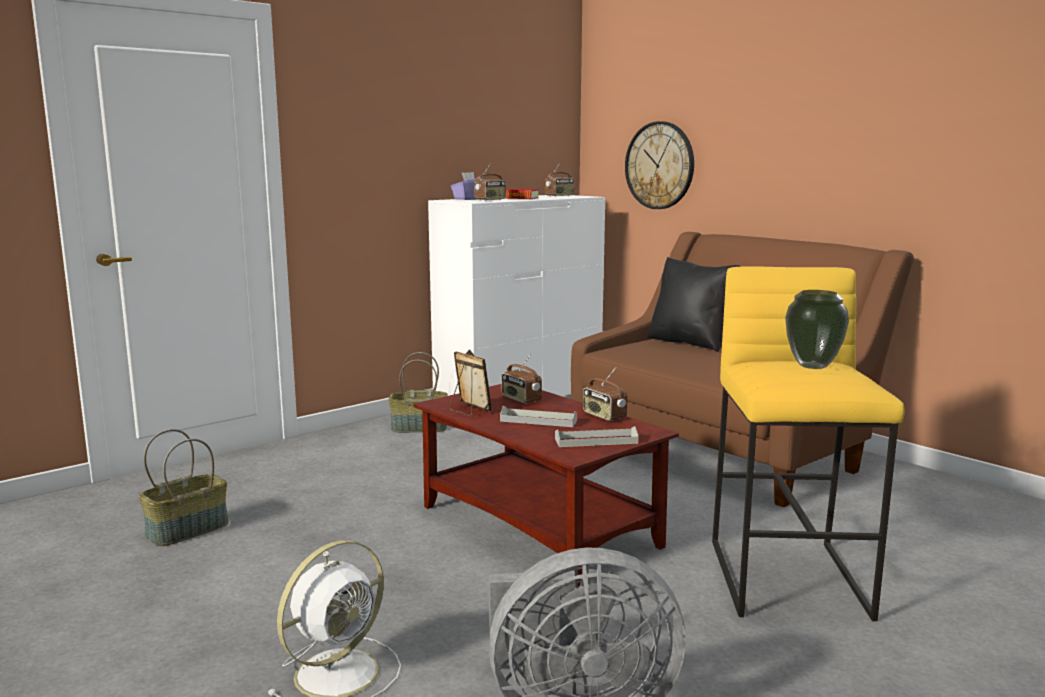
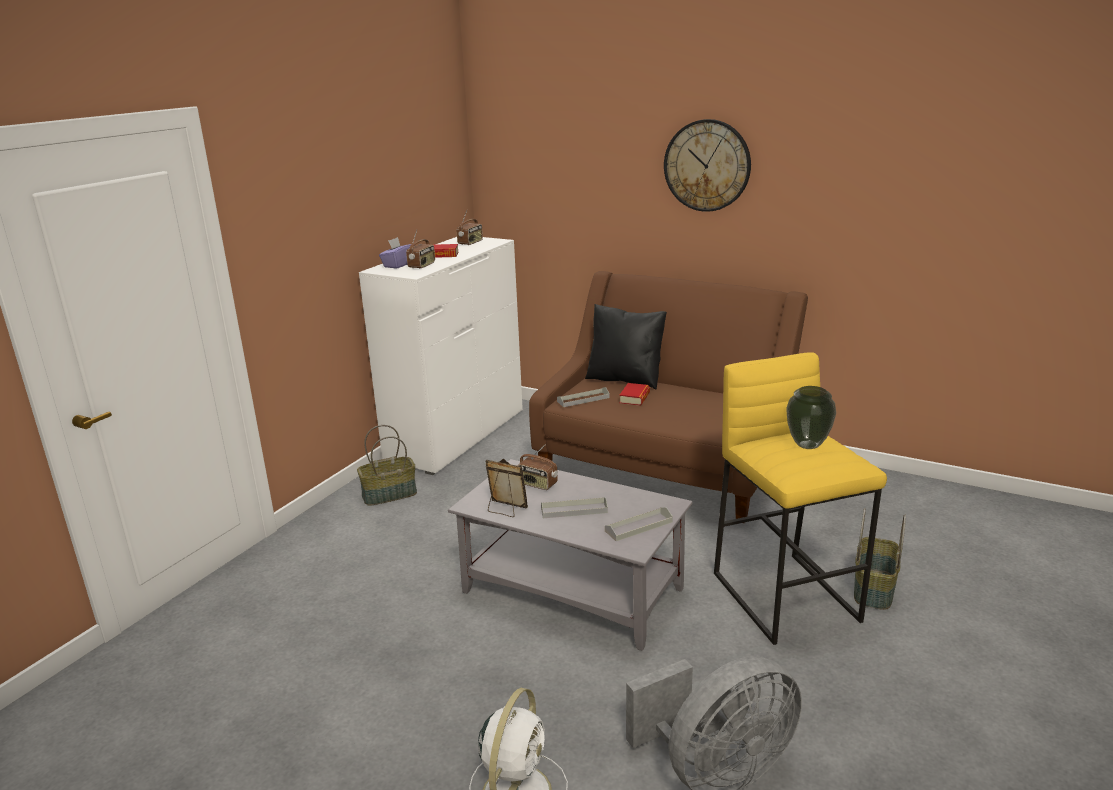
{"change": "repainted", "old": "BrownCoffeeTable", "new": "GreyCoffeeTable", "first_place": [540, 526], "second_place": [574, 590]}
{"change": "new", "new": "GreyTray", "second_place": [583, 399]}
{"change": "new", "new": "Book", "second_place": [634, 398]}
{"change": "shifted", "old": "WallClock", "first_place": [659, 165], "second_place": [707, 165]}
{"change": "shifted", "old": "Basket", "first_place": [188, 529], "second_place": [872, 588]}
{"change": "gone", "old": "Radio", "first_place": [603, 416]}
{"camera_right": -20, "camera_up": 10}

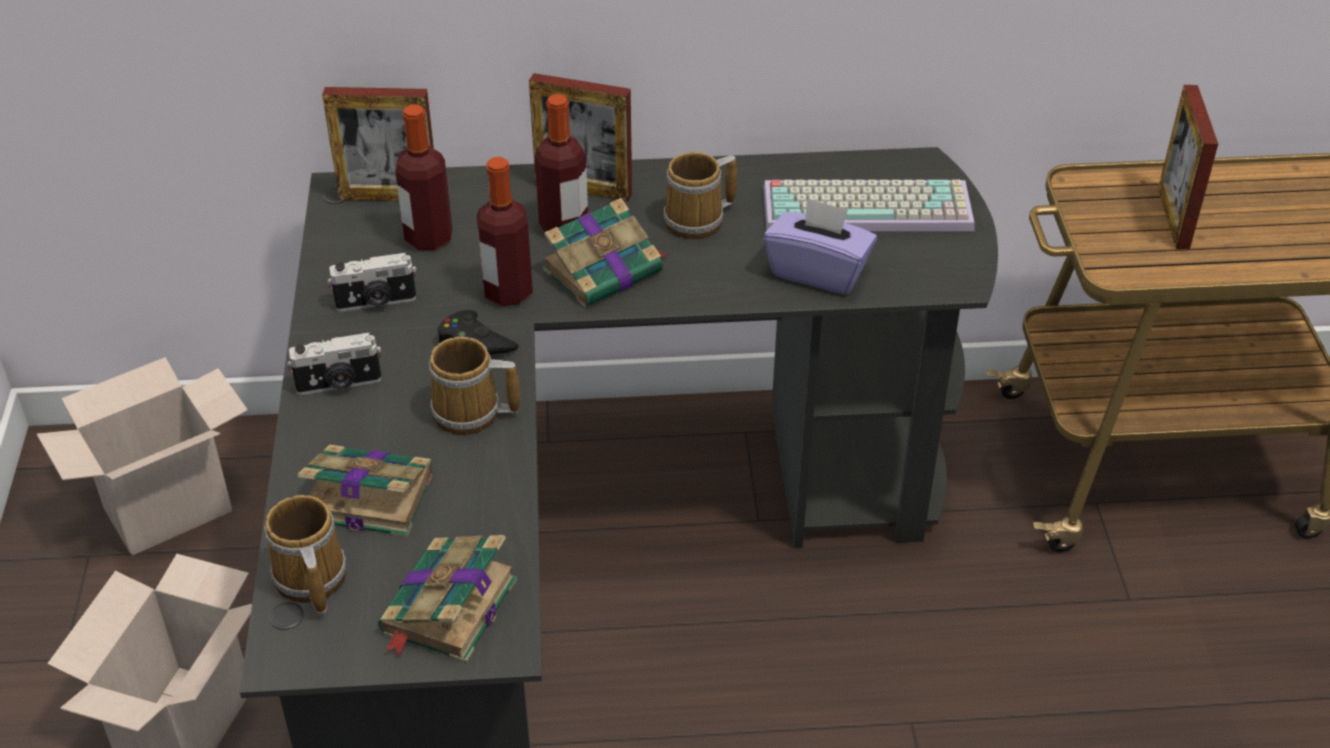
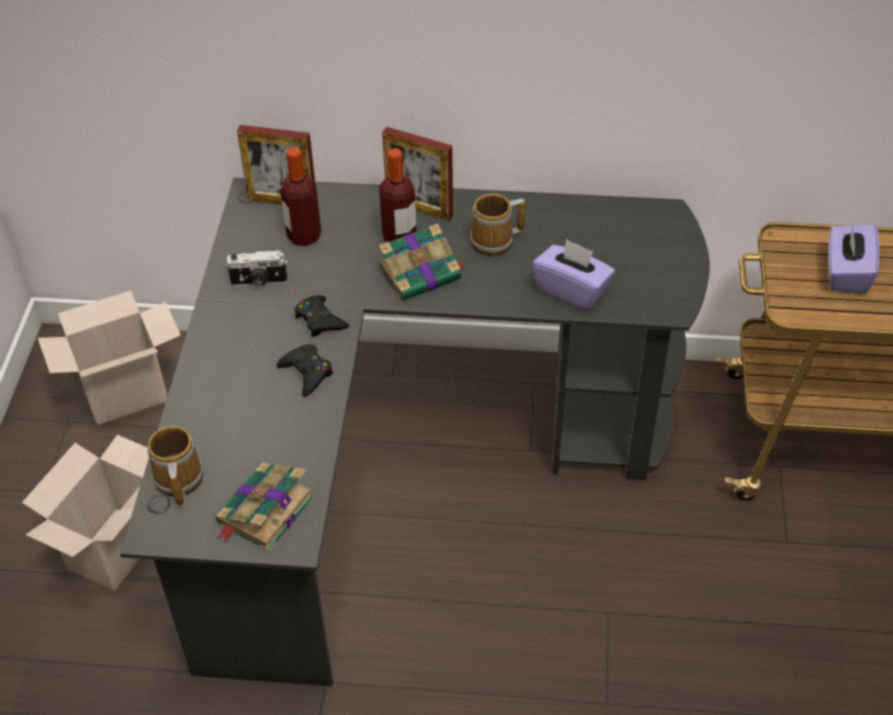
{"change": "swapped", "old": "Mug", "new": "BlackGameController", "first_place": [470, 414], "second_place": [307, 373]}
{"change": "swapped", "old": "PictureFrame", "new": "PurpleTissueBox", "first_place": [1173, 218], "second_place": [846, 273]}
{"change": "gone", "old": "PhotoCamera", "first_place": [339, 384]}
{"change": "gone", "old": "Book", "first_place": [366, 496]}
{"change": "gone", "old": "Bottle", "first_place": [508, 292]}
{"change": "gone", "old": "Keyboard", "first_place": [869, 206]}
{"camera_right": 10, "camera_up": 5}

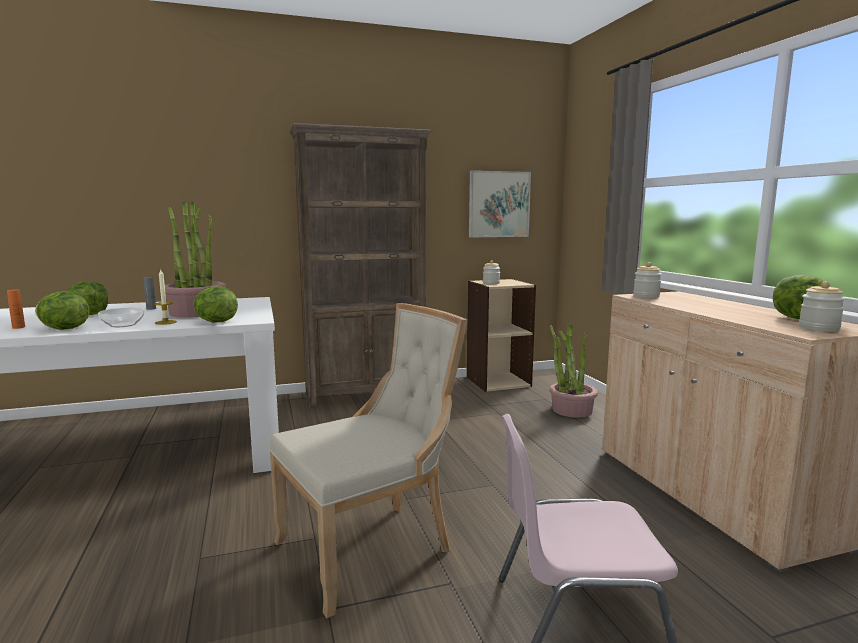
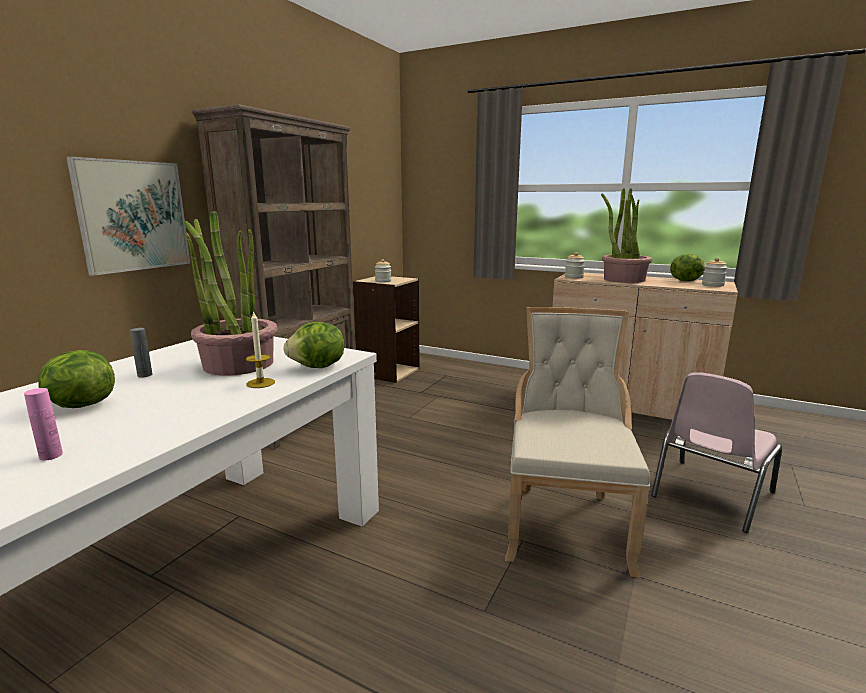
{"change": "repainted", "old": "OrangeBottle", "new": "PinkBottle", "first_place": [18, 327], "second_place": [51, 455]}
{"change": "shifted", "old": "Picture", "first_place": [499, 204], "second_place": [133, 216]}
{"change": "shifted", "old": "PottedPlant", "first_place": [571, 410], "second_place": [623, 279]}
{"change": "gone", "old": "Lettuce", "first_place": [63, 329]}
{"change": "gone", "old": "Bowl", "first_place": [123, 325]}
{"camera_right": -45, "camera_up": 5}

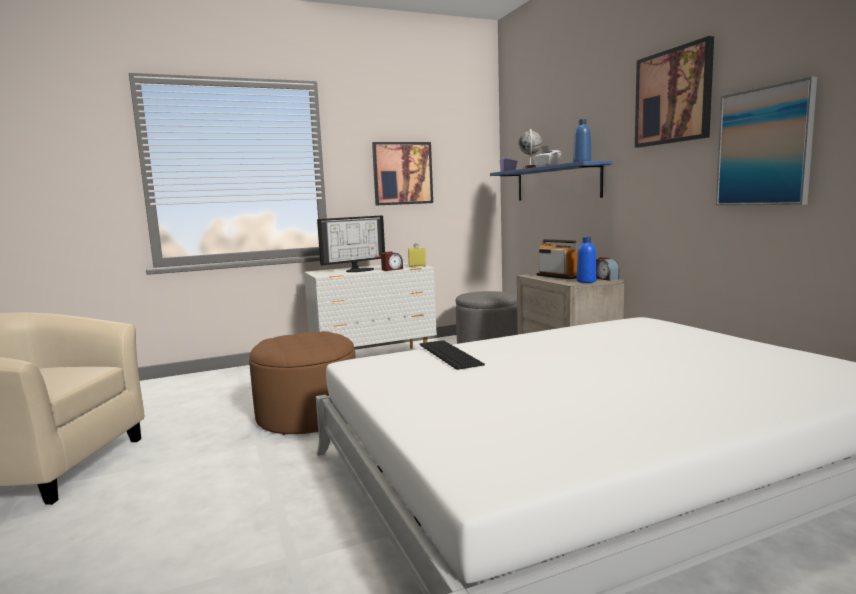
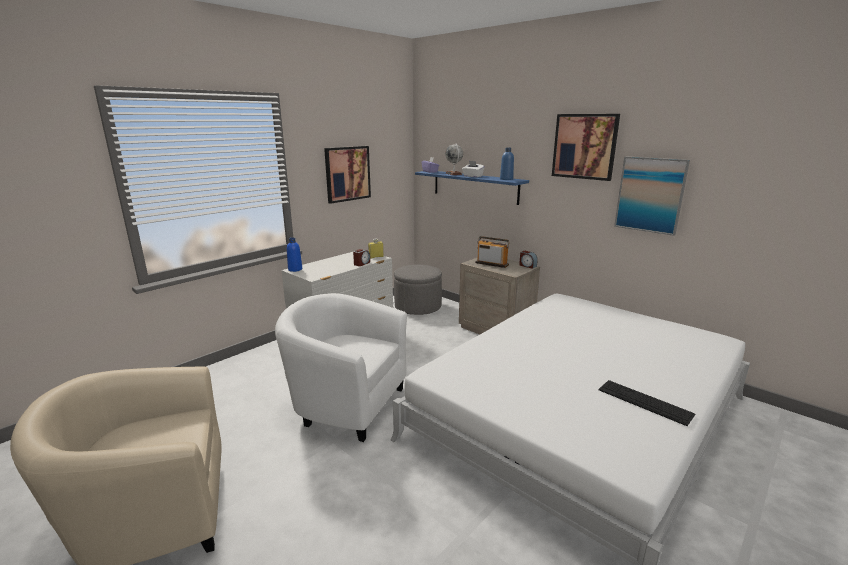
{"change": "swapped", "old": "BrownOttoman", "new": "WhiteArmchair", "first_place": [308, 415], "second_place": [346, 403]}
{"change": "shifted", "old": "BlueBottle", "first_place": [586, 281], "second_place": [295, 269]}
{"change": "shifted", "old": "Keyboard", "first_place": [449, 354], "second_place": [644, 402]}
{"change": "gone", "old": "Monitor", "first_place": [359, 270]}
{"camera_right": -25, "camera_up": 10}

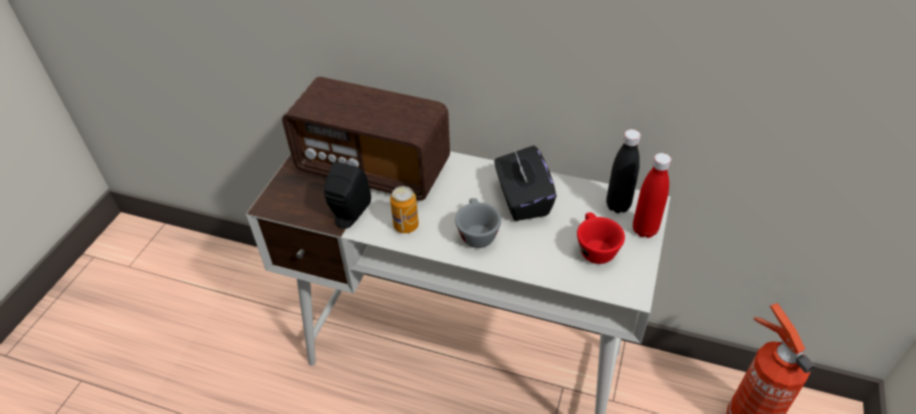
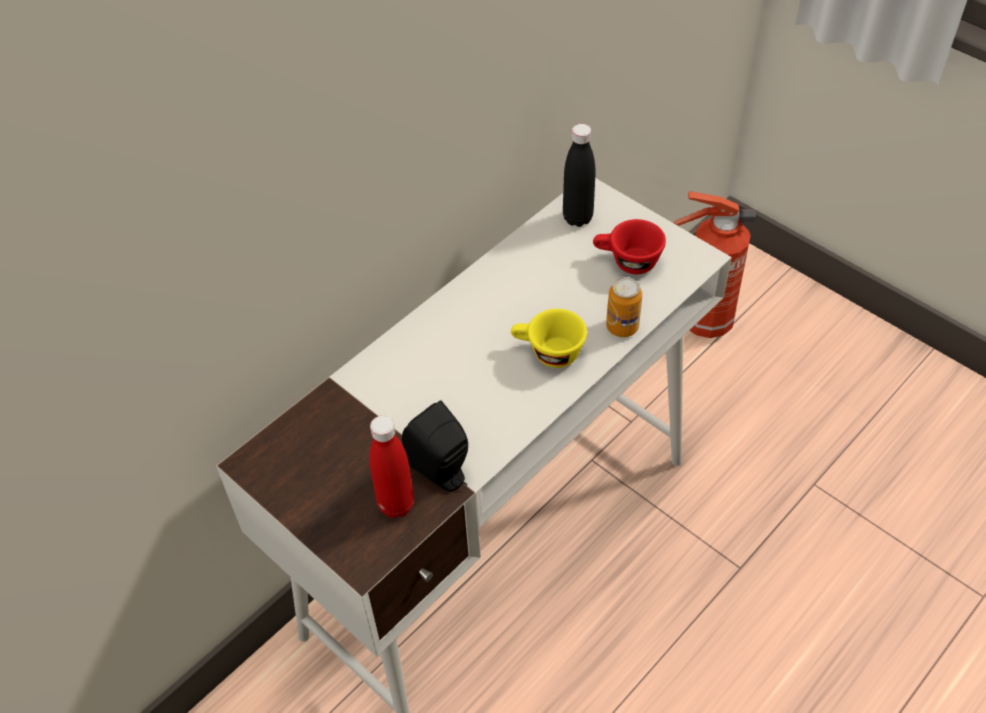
{"change": "shifted", "old": "RedBottle", "first_place": [644, 230], "second_place": [396, 504]}
{"change": "repainted", "old": "GreyCup", "new": "YellowCup", "first_place": [476, 233], "second_place": [547, 353]}
{"change": "shifted", "old": "Can", "first_place": [406, 225], "second_place": [622, 327]}
{"change": "gone", "old": "Radio", "first_place": [373, 168]}
{"change": "gone", "old": "BlackTissueBox", "first_place": [522, 199]}
{"camera_right": -65, "camera_up": 5}

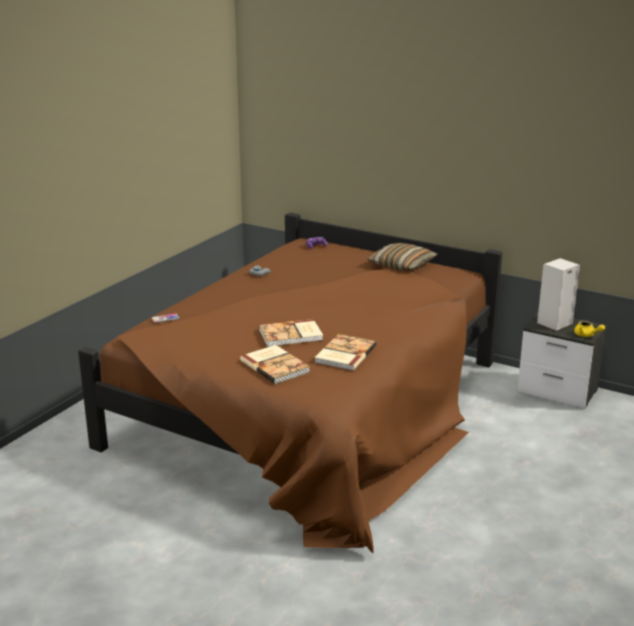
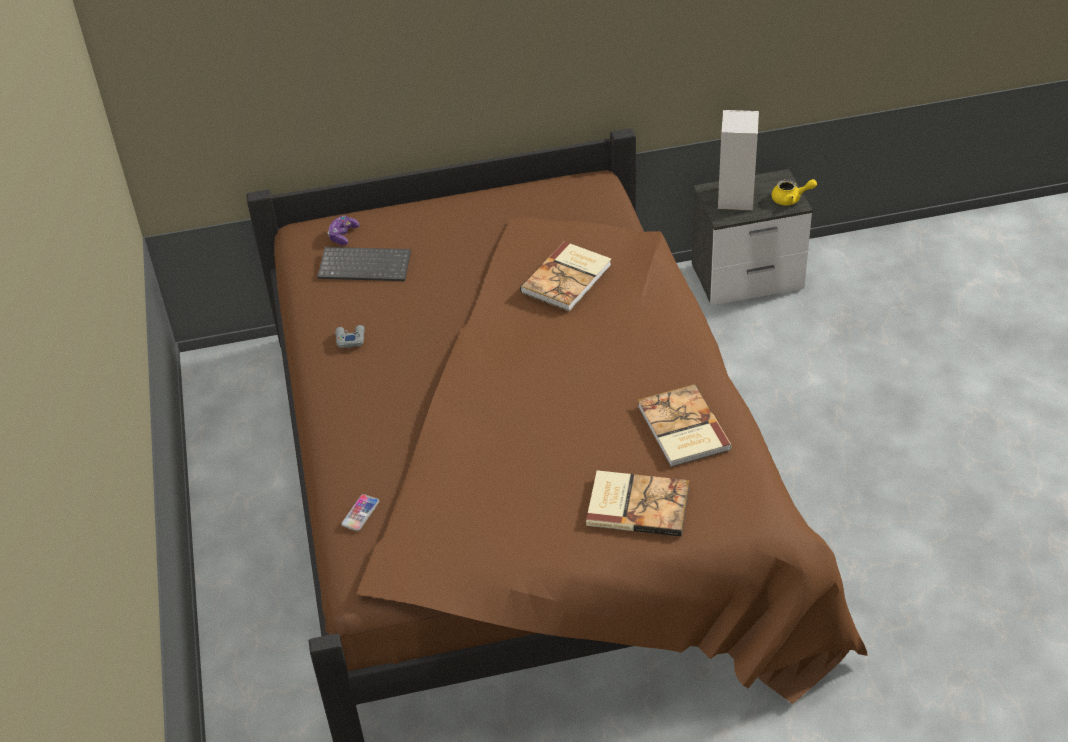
{"change": "new", "new": "Keyboard", "second_place": [366, 265]}
{"change": "shifted", "old": "Book", "first_place": [291, 335], "second_place": [568, 278]}
{"change": "gone", "old": "Pillow", "first_place": [401, 265]}
{"camera_right": -40, "camera_up": 20}

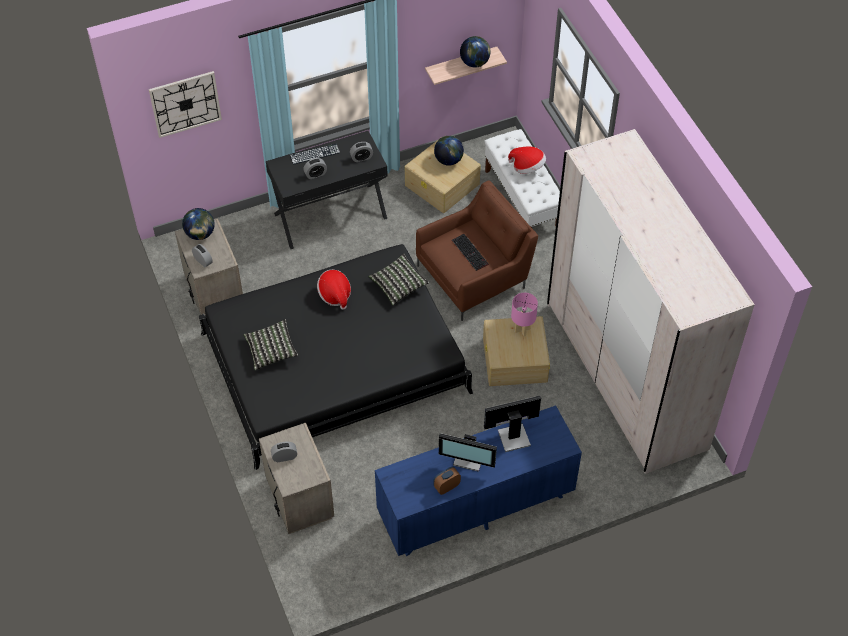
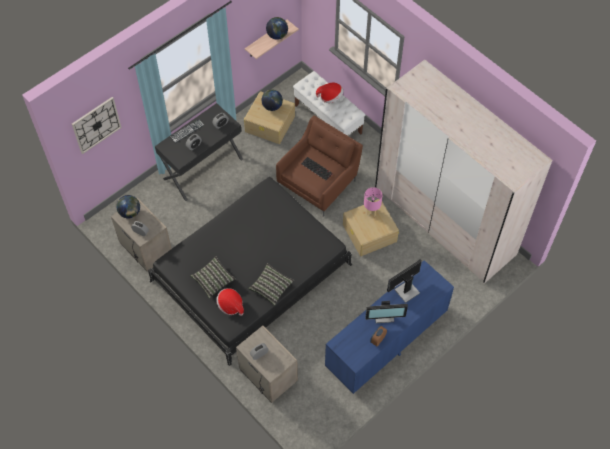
{"change": "shifted", "old": "Hat", "first_place": [335, 295], "second_place": [230, 305]}
{"change": "shifted", "old": "Pillow", "first_place": [398, 285], "second_place": [271, 287]}
{"camera_right": -20, "camera_up": 5}

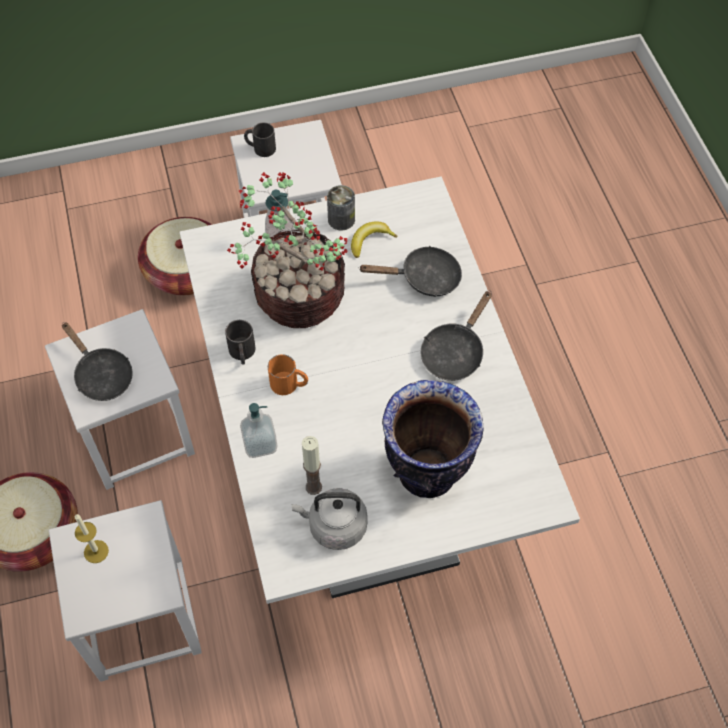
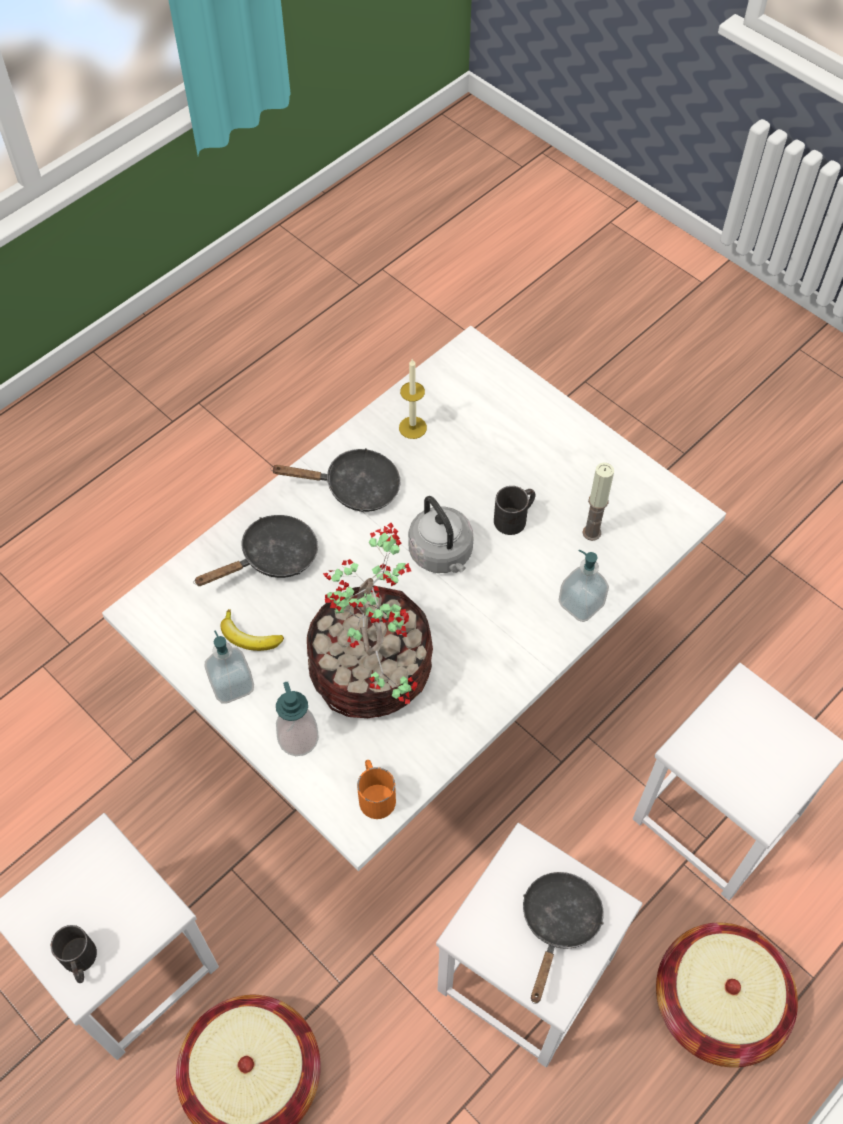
{"change": "rotated", "old": "BlackFryingPan", "first_place": [424, 278], "second_place": [272, 558], "degrees": 90}
{"change": "swapped", "old": "Can", "new": "SoapDispenser", "first_place": [341, 219], "second_place": [232, 685]}
{"change": "shifted", "old": "OrangeMug", "first_place": [289, 384], "second_place": [375, 794]}
{"change": "shifted", "old": "Candle", "first_place": [96, 551], "second_place": [412, 427]}
{"change": "shifted", "old": "GreyKettle", "first_place": [334, 526], "second_place": [442, 555]}
{"change": "shifted", "old": "BlackMug", "first_place": [242, 353], "second_place": [515, 517]}
{"change": "gone", "old": "Vase", "first_place": [428, 473]}
{"camera_right": -120, "camera_up": 0}

